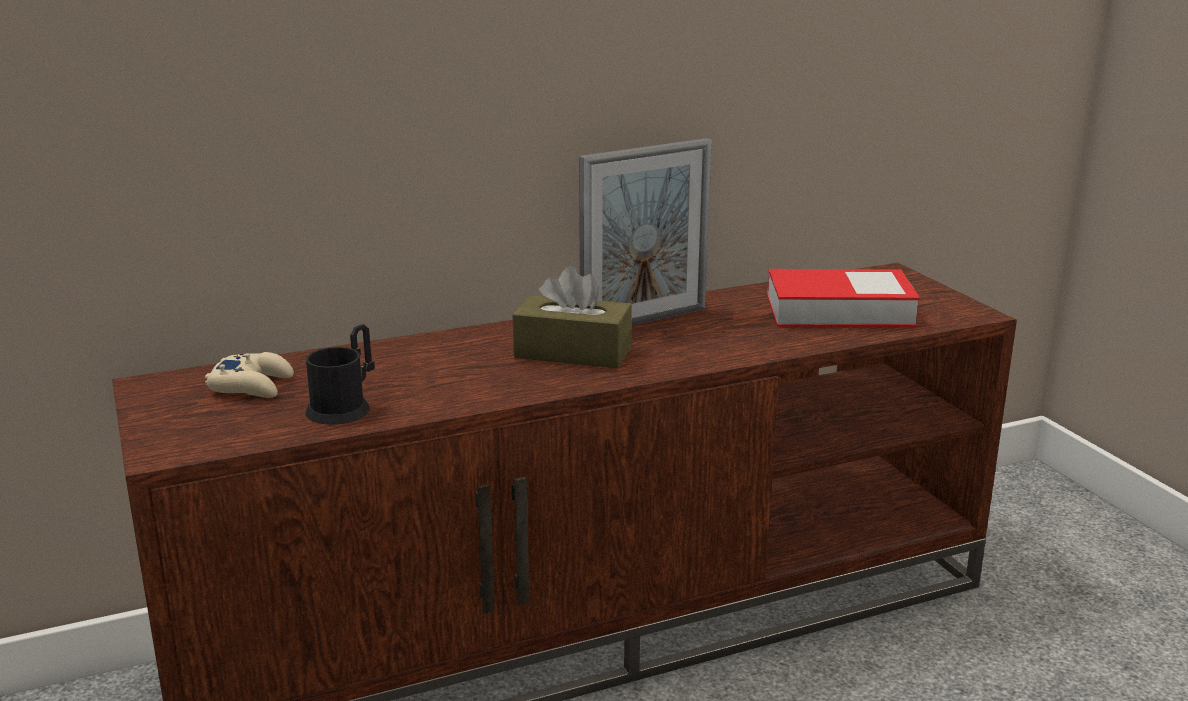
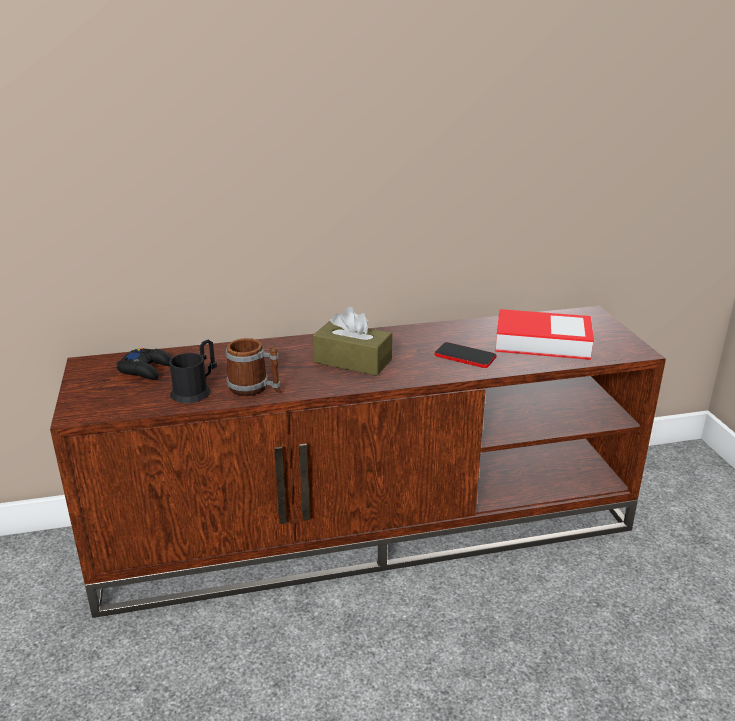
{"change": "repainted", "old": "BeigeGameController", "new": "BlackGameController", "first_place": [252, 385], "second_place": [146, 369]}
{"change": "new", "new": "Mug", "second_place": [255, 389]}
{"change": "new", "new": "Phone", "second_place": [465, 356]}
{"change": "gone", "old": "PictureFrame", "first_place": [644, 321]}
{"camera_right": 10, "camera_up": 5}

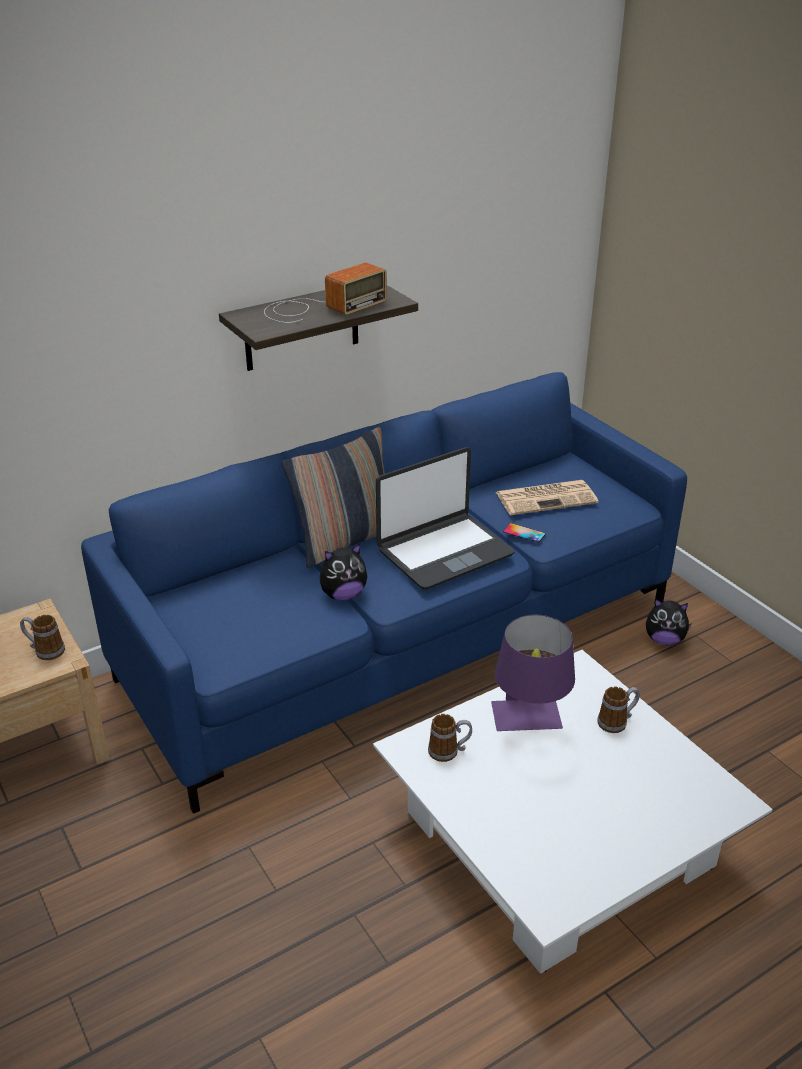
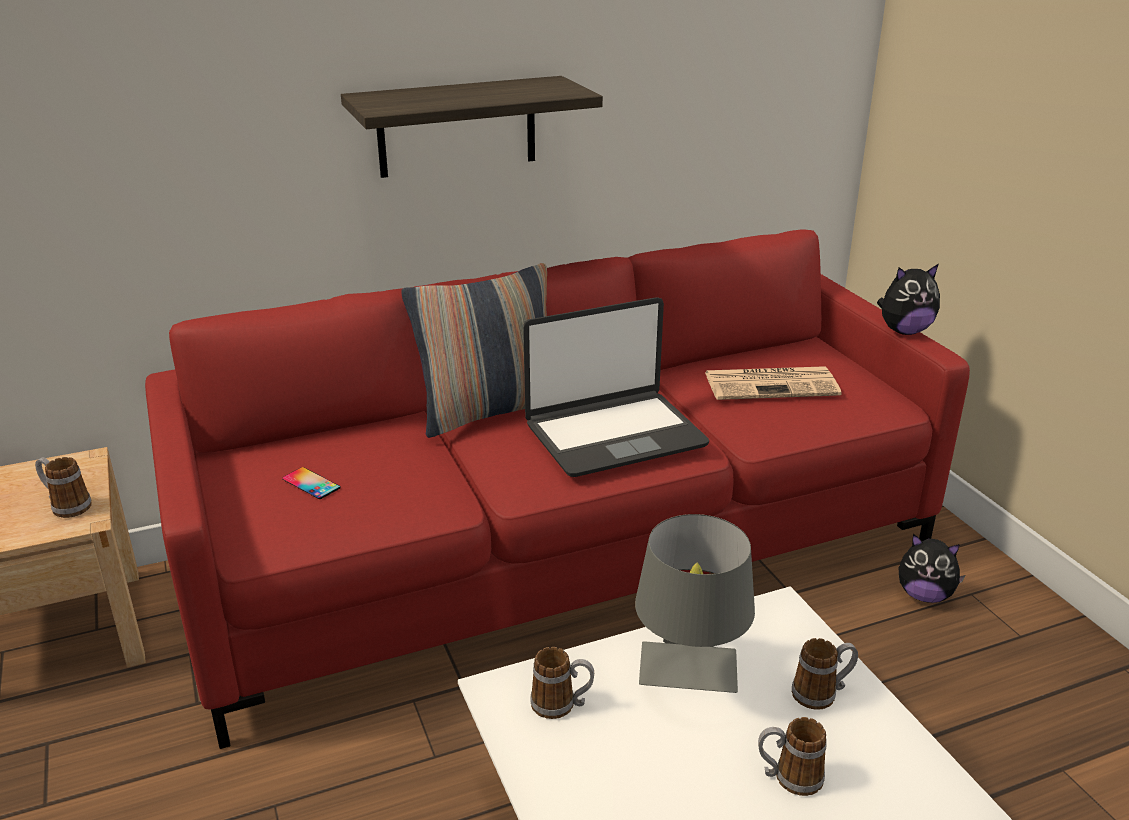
{"change": "repainted", "old": "BlueSofa", "new": "RedSofa", "first_place": [401, 641], "second_place": [564, 558]}
{"change": "shifted", "old": "Phone", "first_place": [524, 533], "second_place": [311, 483]}
{"change": "repainted", "old": "PurpleTableLamp", "new": "GreyTableLamp", "first_place": [529, 725], "second_place": [689, 682]}
{"change": "new", "new": "Mug", "second_place": [788, 778]}
{"change": "shifted", "old": "PlushToy", "first_place": [343, 594], "second_place": [904, 331]}
{"change": "gone", "old": "Radio", "first_place": [320, 307]}
{"camera_right": 10, "camera_up": -5}

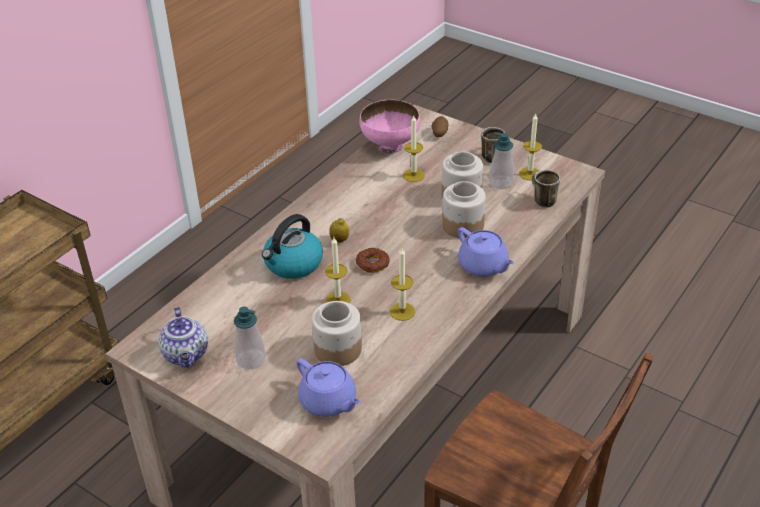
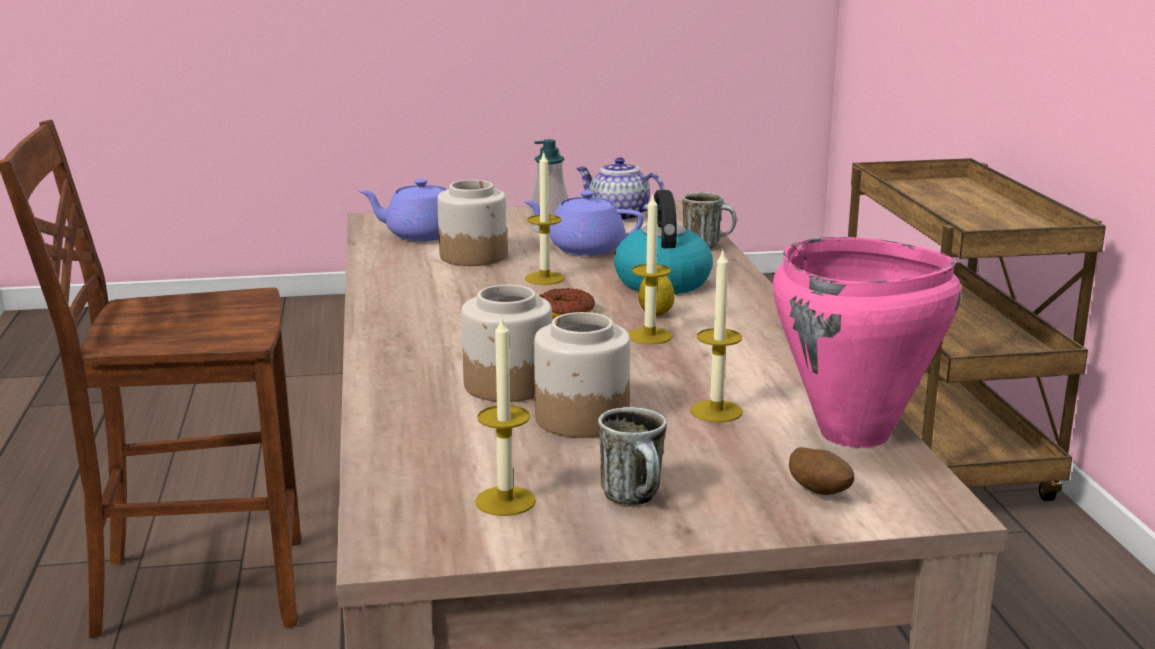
{"change": "shifted", "old": "PurpleTeapot", "first_place": [483, 266], "second_place": [584, 248]}
{"change": "shifted", "old": "Candle", "first_place": [402, 311], "second_place": [649, 336]}
{"change": "shifted", "old": "Mug", "first_place": [541, 200], "second_place": [707, 246]}
{"change": "swapped", "old": "PinkBowl", "new": "PinkCookingPot", "first_place": [390, 145], "second_place": [854, 434]}
{"change": "gone", "old": "SoapDispenser", "first_place": [501, 182]}
{"camera_right": 135, "camera_up": -20}

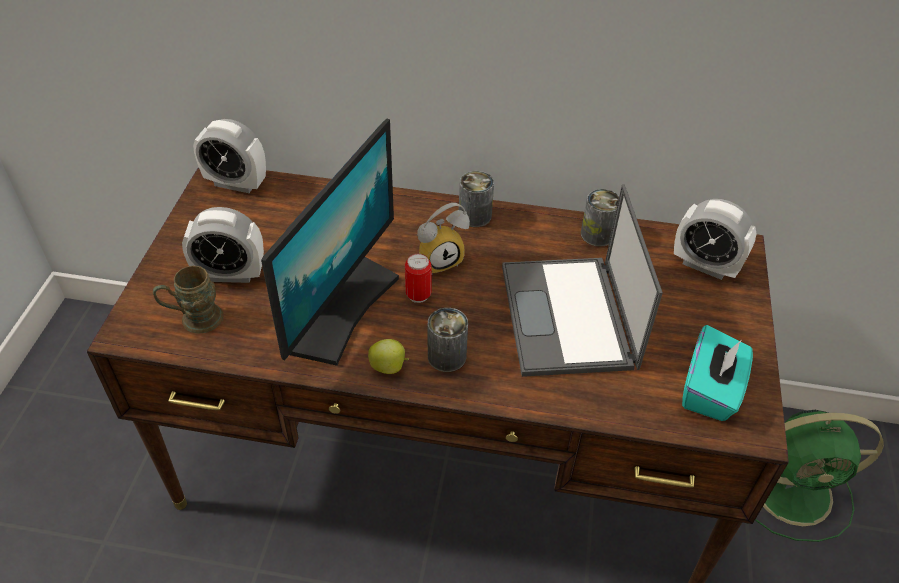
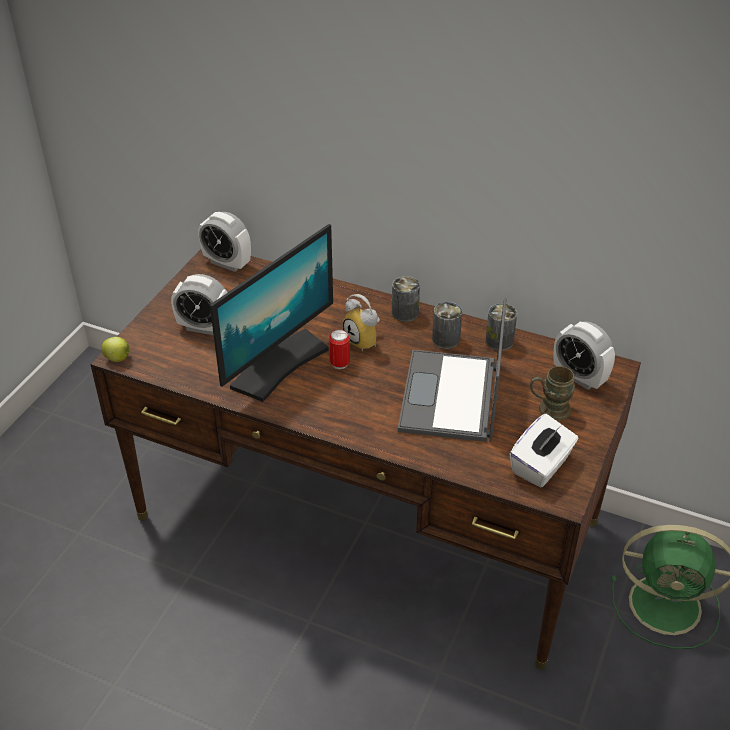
{"change": "shifted", "old": "Apple", "first_place": [389, 367], "second_place": [118, 359]}
{"change": "rotated", "old": "AlarmClock", "first_place": [439, 259], "second_place": [365, 340], "degrees": 60}
{"change": "shifted", "old": "Can", "first_place": [446, 356], "second_place": [446, 339]}
{"change": "repainted", "old": "TurquoiseTissueBox", "new": "WhiteTissueBox", "first_place": [710, 390], "second_place": [541, 466]}
{"change": "shifted", "old": "BrownMug", "first_place": [194, 320], "second_place": [548, 409]}
{"camera_right": 15, "camera_up": -5}

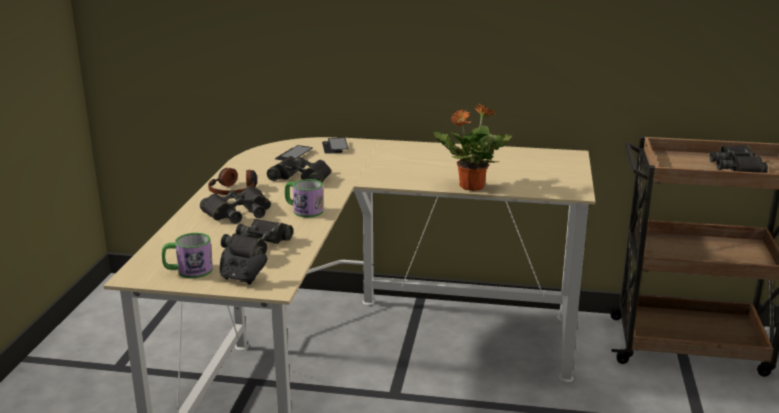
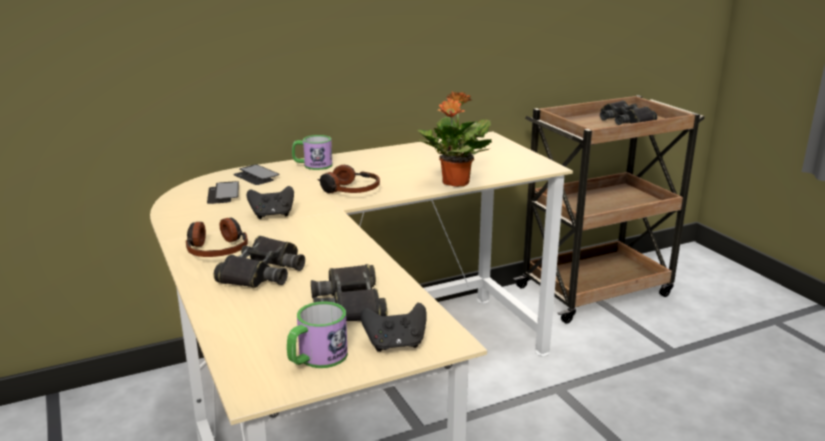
{"change": "swapped", "old": "BlackBinoculars", "new": "BlackGameController", "first_place": [301, 177], "second_place": [272, 215]}
{"change": "shifted", "old": "Mug", "first_place": [303, 210], "second_place": [312, 165]}
{"change": "new", "new": "Headphones", "second_place": [349, 190]}
{"camera_right": -35, "camera_up": 0}

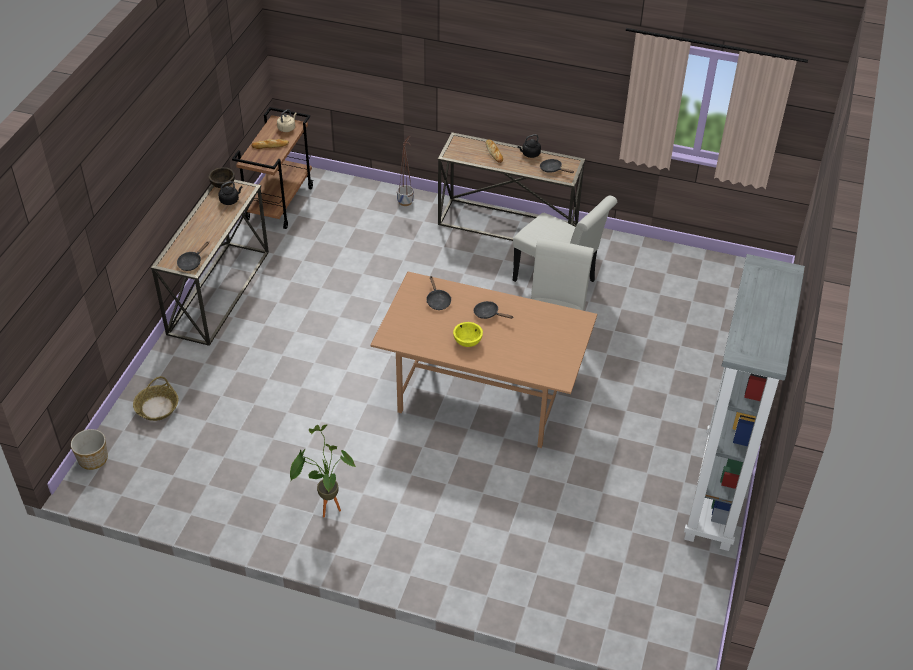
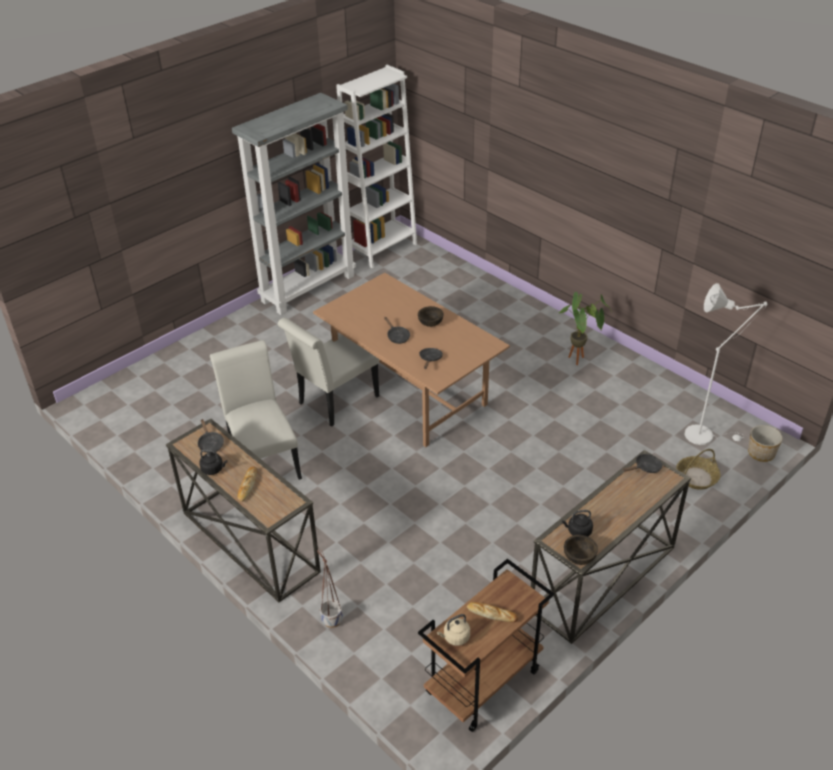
{"change": "new", "new": "WhiteBookcase", "second_place": [382, 249]}
{"change": "repainted", "old": "YellowBowl", "new": "BrownBowl", "first_place": [468, 341], "second_place": [430, 323]}
{"change": "new", "new": "WhiteFloorLamp", "second_place": [704, 435]}
{"camera_right": -150, "camera_up": -5}

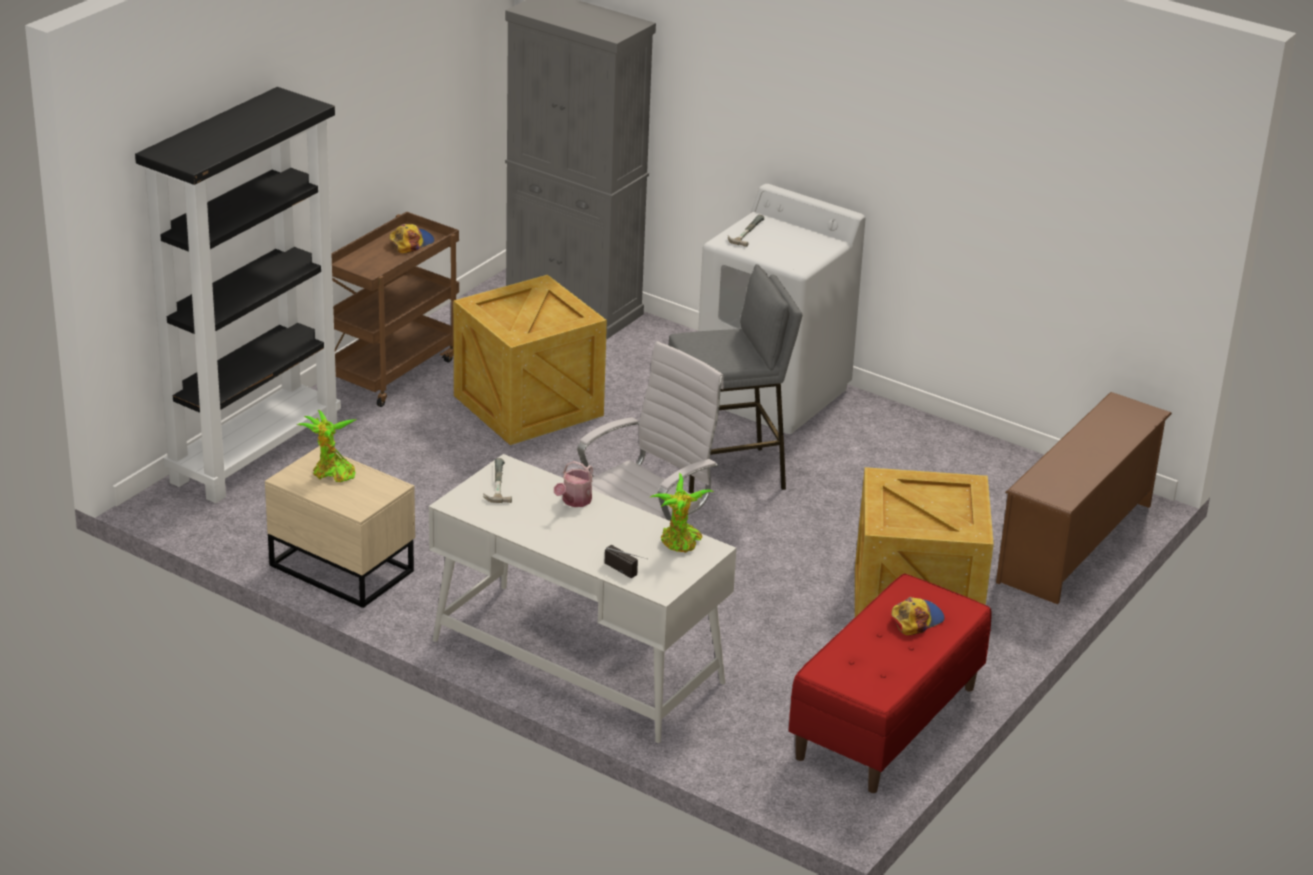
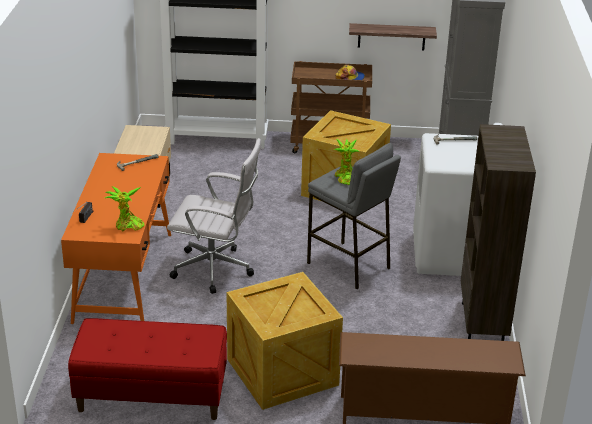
{"change": "repainted", "old": "WhiteDesk", "new": "OrangeDesk", "first_place": [577, 660], "second_place": [124, 276]}
{"change": "shifted", "old": "PottedPlant", "first_place": [331, 473], "second_place": [345, 178]}
{"change": "new", "new": "Shelf", "second_place": [391, 36]}
{"change": "new", "new": "BrownBookcase", "second_place": [483, 325]}
{"change": "gone", "old": "WateringCan", "first_place": [574, 501]}
{"change": "gone", "old": "Cap", "first_place": [916, 619]}
{"camera_right": 60, "camera_up": 0}

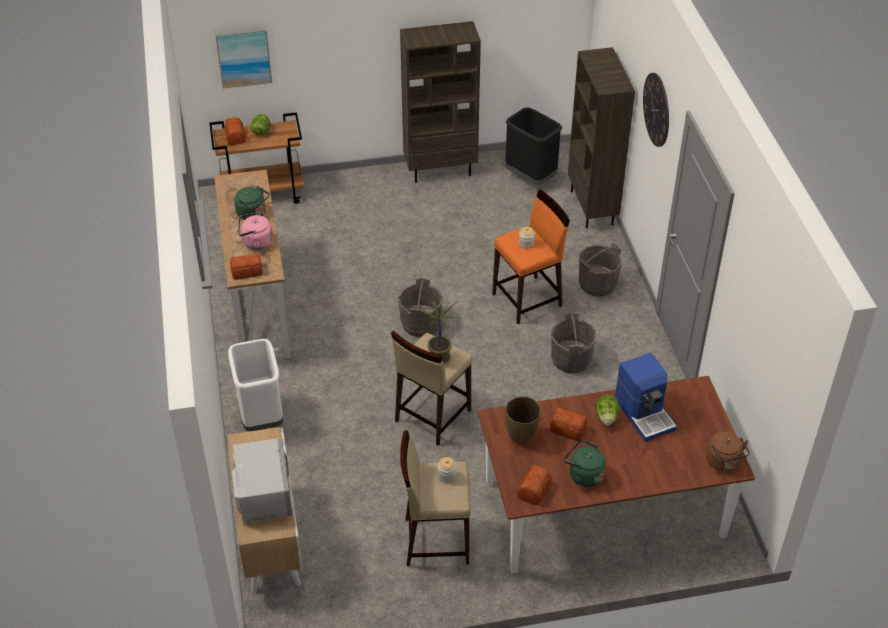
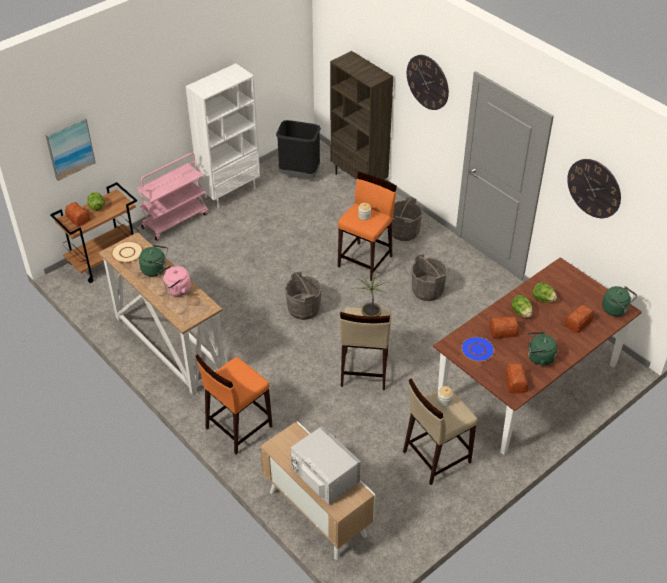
{"change": "new", "new": "BeigePlate", "second_place": [127, 252]}
{"change": "new", "new": "PinkCart", "second_place": [175, 220]}
{"change": "repainted", "old": "BrownBookcase", "new": "WhiteBookcase", "first_place": [440, 170], "second_place": [230, 192]}
{"change": "swapped", "old": "WhiteTrashCan", "new": "OrangeStool", "first_place": [260, 416], "second_place": [238, 427]}
{"change": "swapped", "old": "BrownVase", "new": "BluePlate", "first_place": [521, 436], "second_place": [477, 349]}
{"change": "swapped", "old": "CoffeeMachine", "new": "Lettuce", "first_place": [645, 413], "second_place": [542, 299]}
{"change": "shifted", "old": "Bread", "first_place": [247, 271], "second_place": [578, 323]}
{"change": "new", "new": "WallClock", "second_place": [594, 188]}
{"change": "repainted", "old": "BrownKettle", "new": "GreenKettle", "first_place": [724, 462], "second_place": [616, 310]}
{"camera_right": -30, "camera_up": 0}

